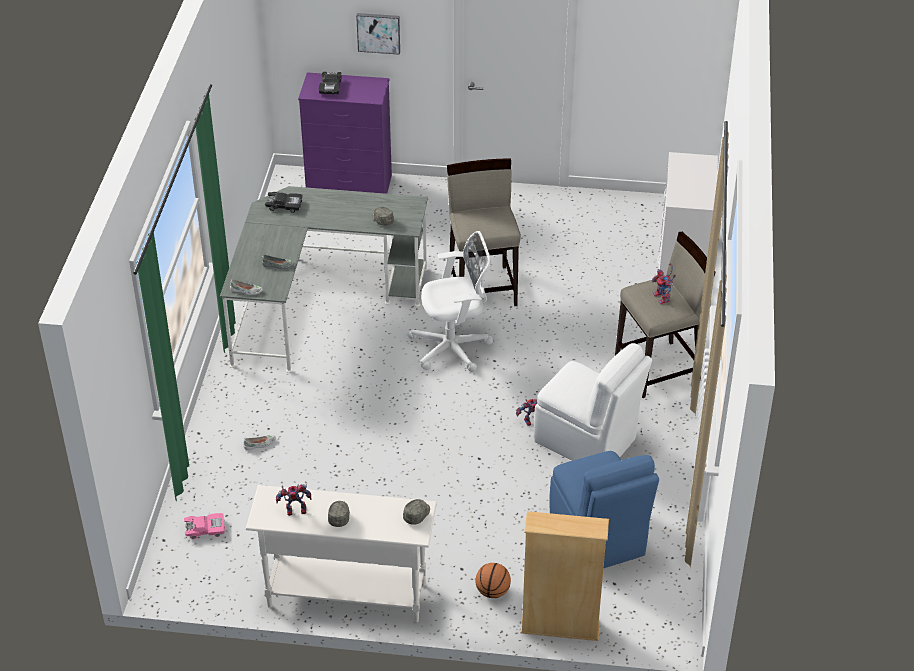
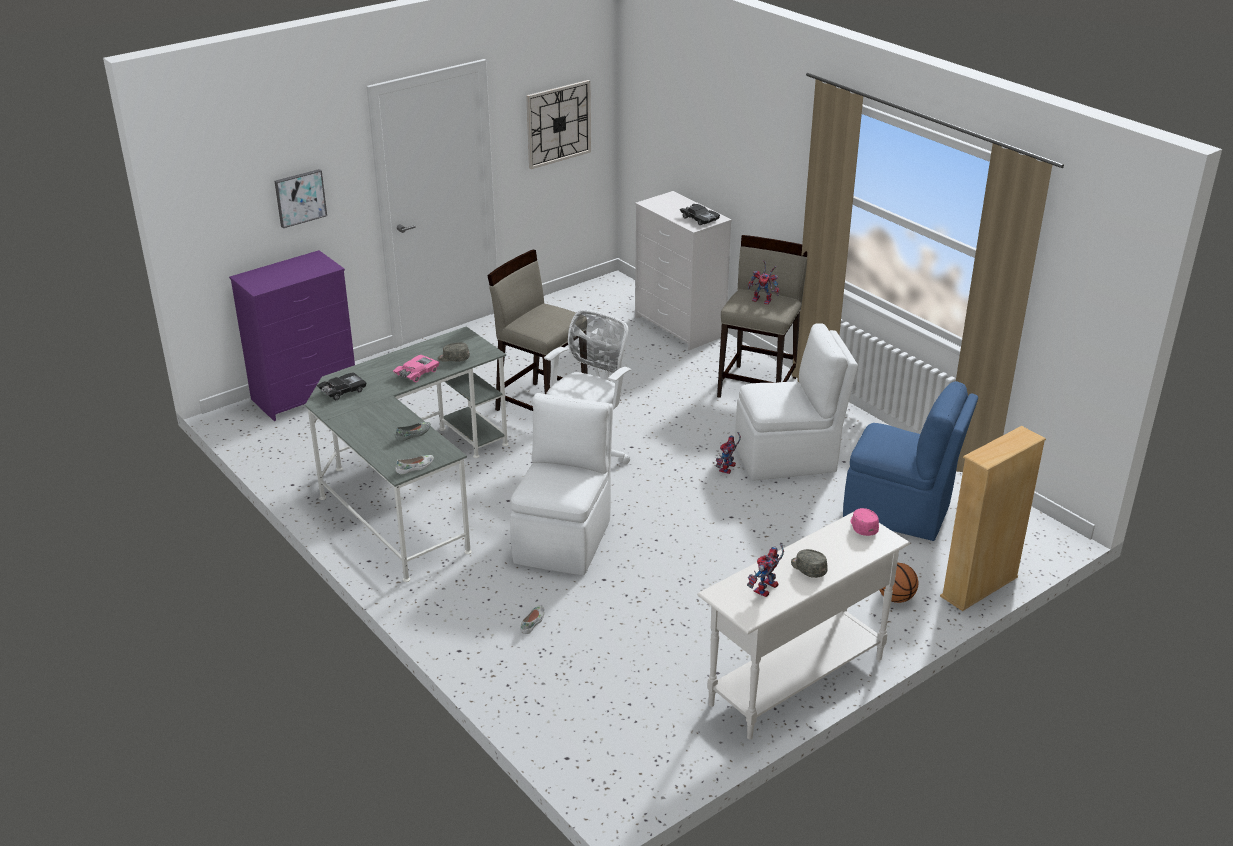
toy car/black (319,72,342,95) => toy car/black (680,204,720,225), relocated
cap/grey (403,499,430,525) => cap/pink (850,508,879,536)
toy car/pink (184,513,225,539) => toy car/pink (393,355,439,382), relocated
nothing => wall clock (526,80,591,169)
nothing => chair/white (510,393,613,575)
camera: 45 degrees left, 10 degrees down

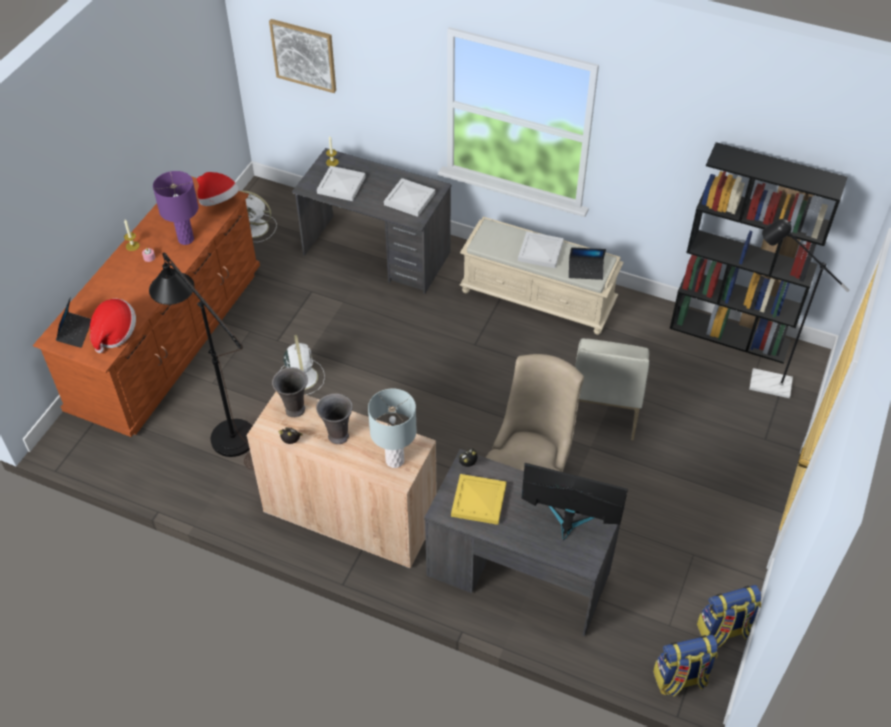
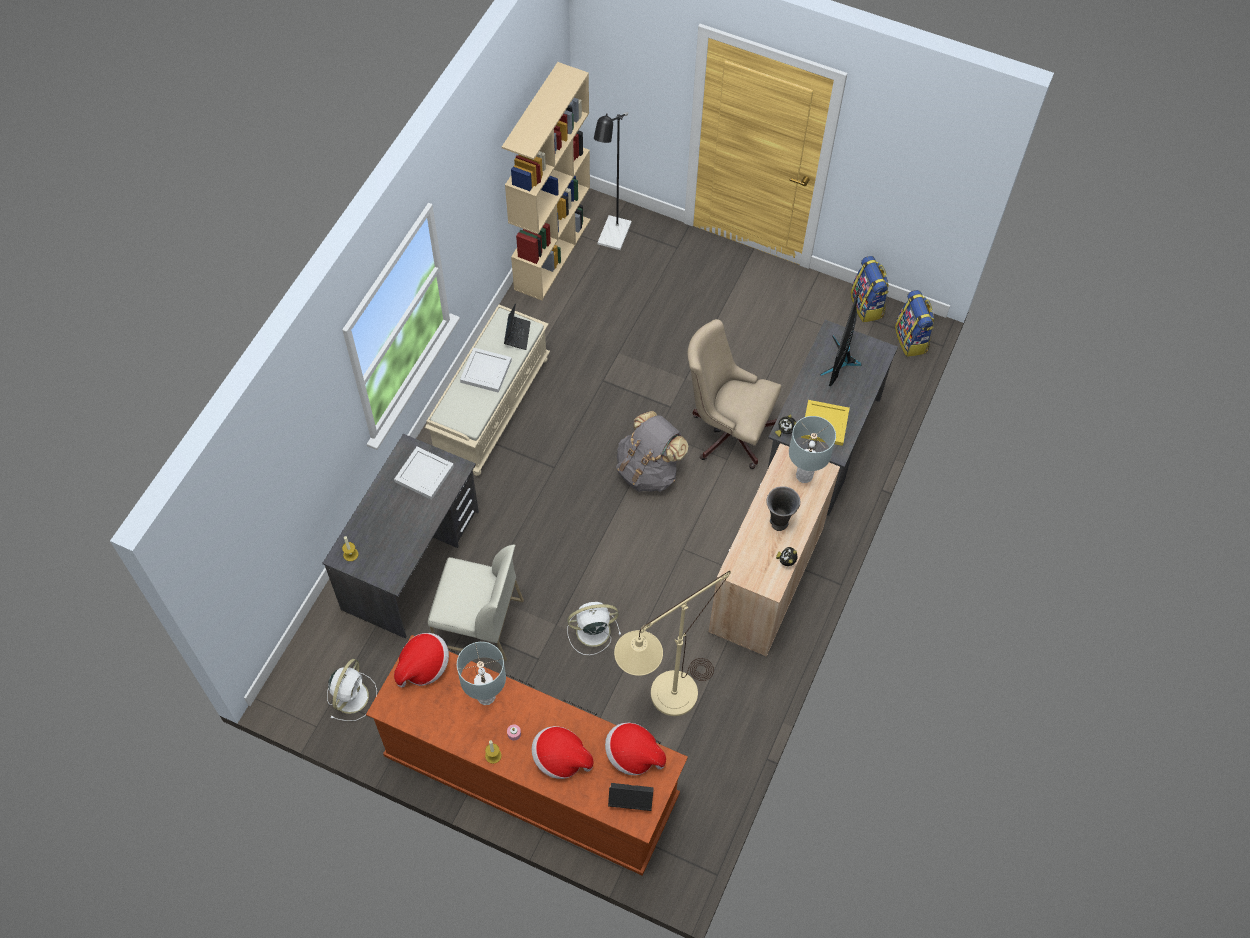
picture (269,19,336,93) => nothing
bookcase/black (670,142,847,363) => bookcase/beige (502,62,590,300)
tray/white (317,166,366,201) => nothing
table lamp/purple (153,171,198,245) => table lamp/grey (457,642,506,705)
floor lamp/black (149,252,254,470) => floor lamp/beige (614,571,731,716)
chair/white (575,338,649,441) => chair/white (428,545,524,661), relocated
vase/grey (272,367,308,417) => nothing
nothing => backpack/grey (616,411,688,492)
nothing => hat (532,726,593,779)
camera: 90 degrees left, 10 degrees up

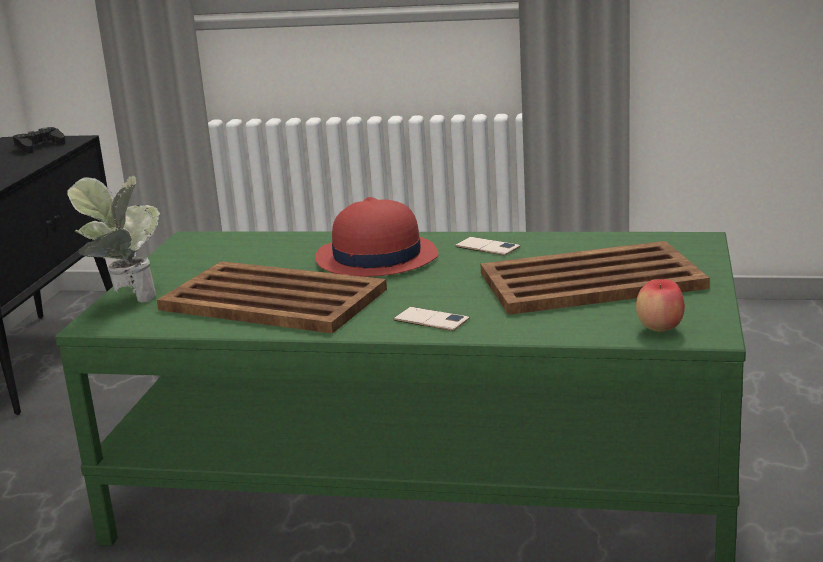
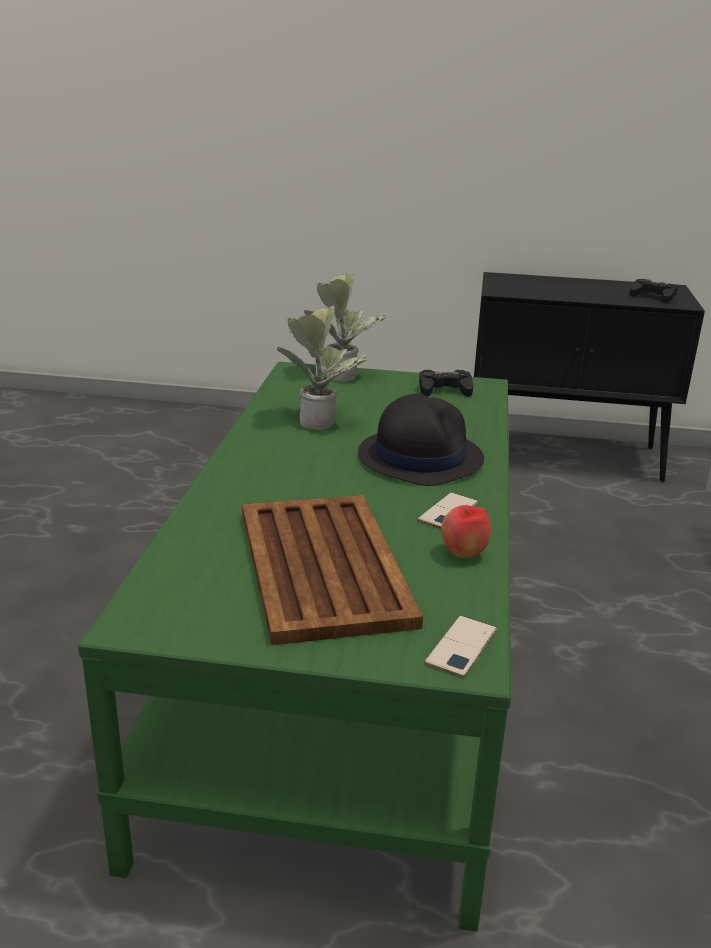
hat/red (316,197,438,277) => hat/black (358,393,484,486)
tray/brown (157,261,387,334) => potted plant (277,306,367,430)
apple (636,279,685,332) => apple (441,505,491,558), relocated
phone (393,307,470,331) => phone (425,616,497,677), relocated
nothing => game controller/black (419,370,473,397)
camera: 85 degrees right, 5 degrees up

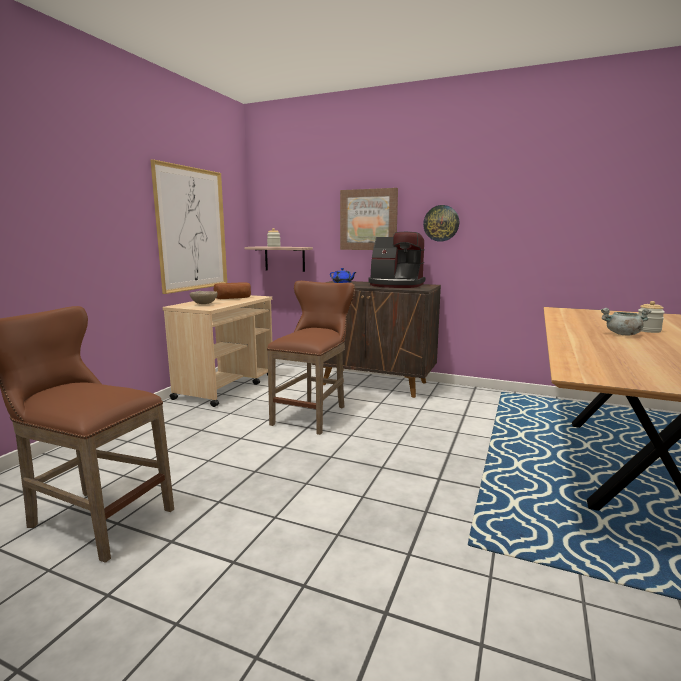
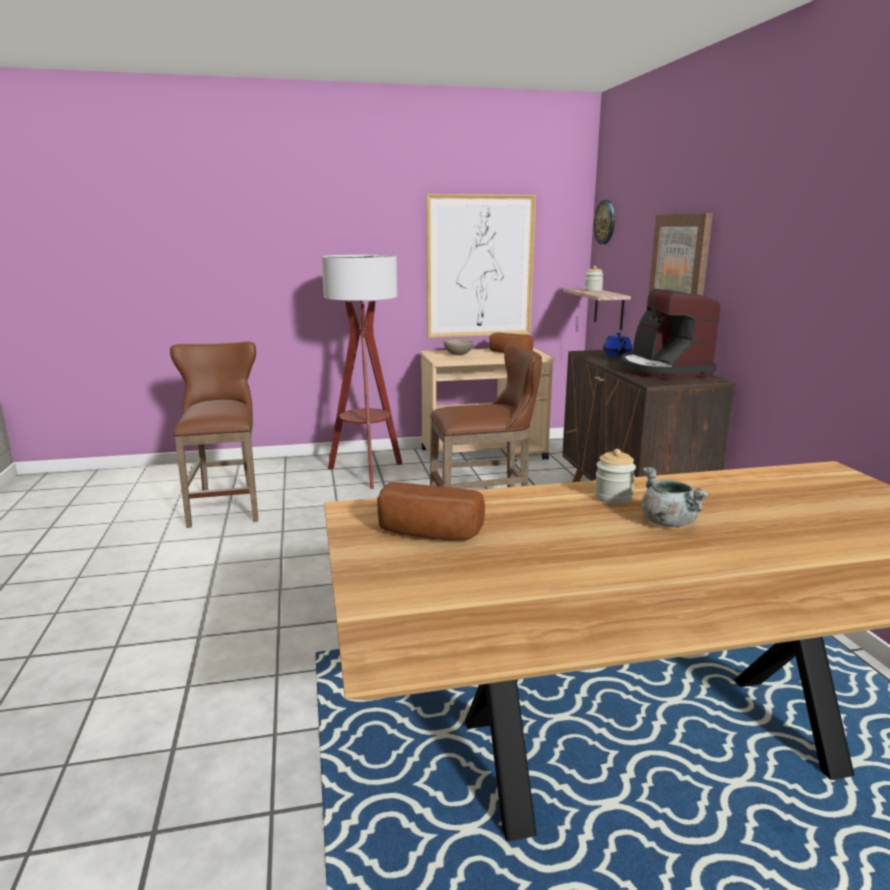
wall clock (423,205,459,242) => wall clock (594,200,615,244), relocated
jar (638,301,665,333) => jar (594,449,636,504), relocated
nothing => floor lamp (322,255,402,489)
nothing => bread (377,482,485,540)
camera: 55 degrees right, 5 degrees up

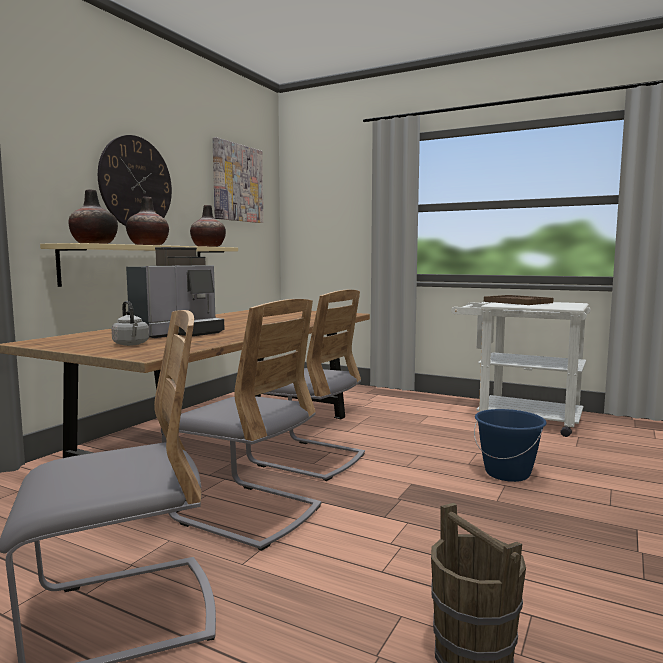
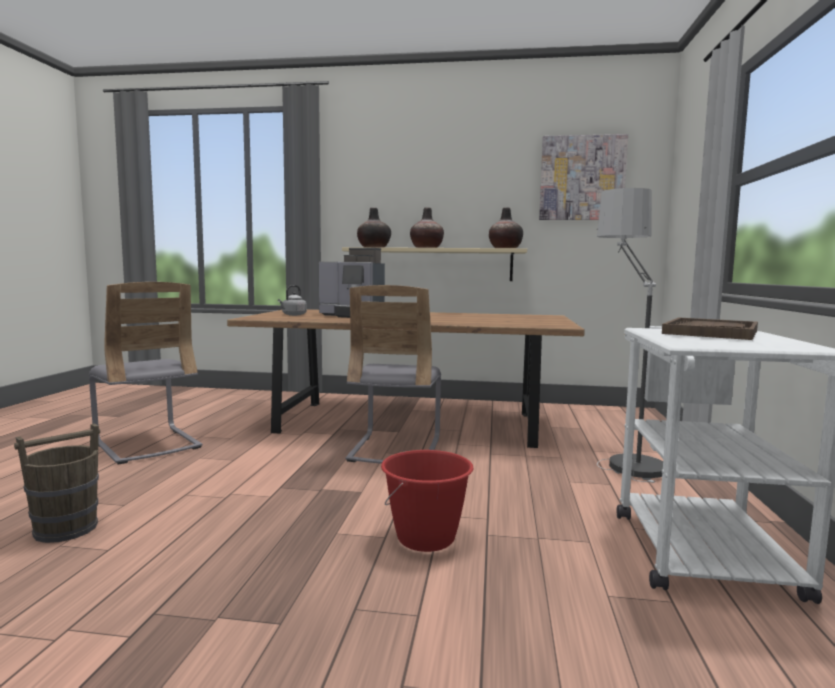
wall clock (98,135,172,226) => nothing
chair/grey (161,299,321,551) => nothing
bucket/blue (474,409,547,482) => bucket/red (381,450,474,552)
nothing => floor lamp (597,188,663,483)
camera: 70 degrees right, 0 degrees up

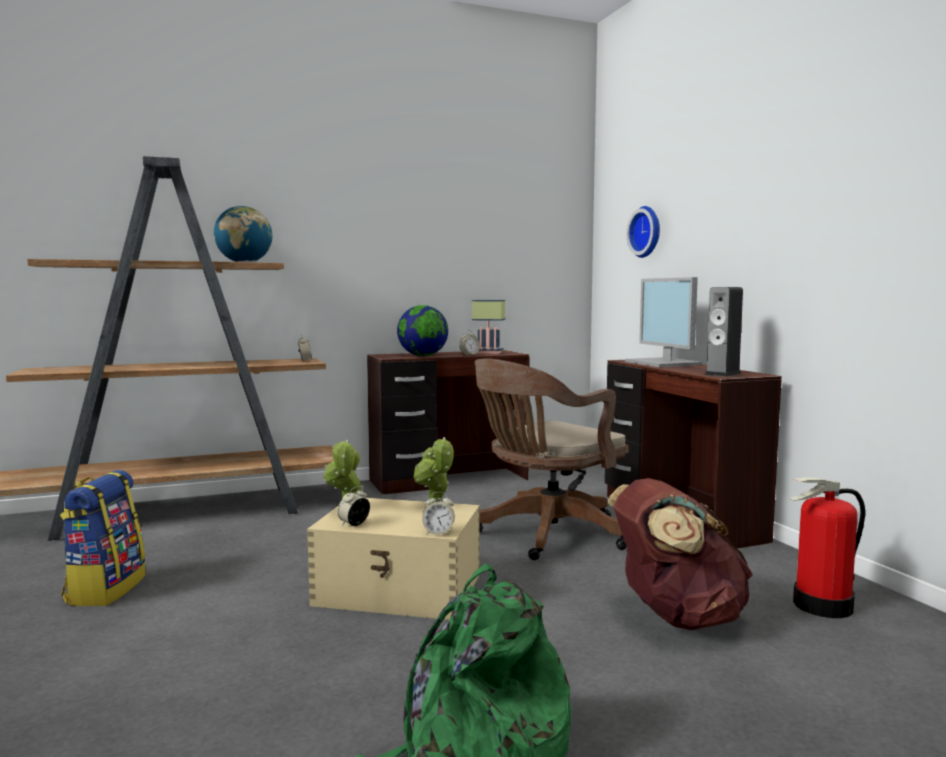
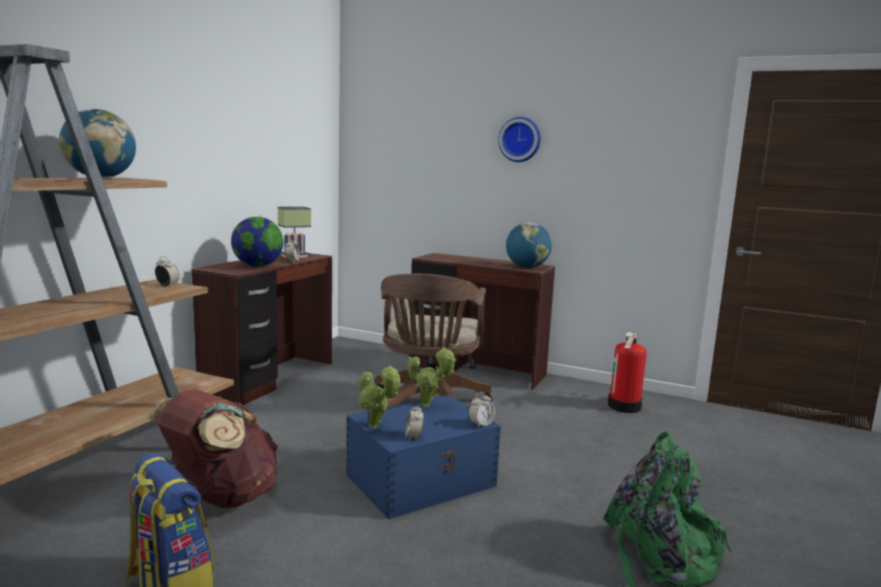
wall clock (627,206,660,258) => wall clock (498,117,541,162), relocated
monitor (625,277,702,367) => nothing
speaker (704,287,743,377) => globe (506,222,552,268)
backpack/brown (607,478,753,630) => backpack/brown (148,389,278,508), relocated
storage box/beige (307,498,480,620) => storage box/blue (346,395,501,519)
camera: 45 degrees left, 5 degrees up

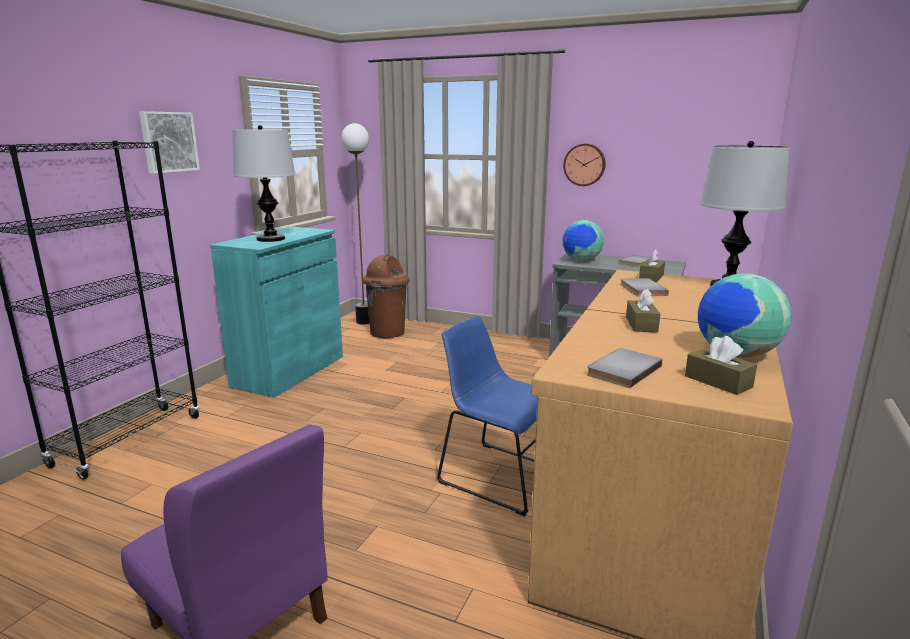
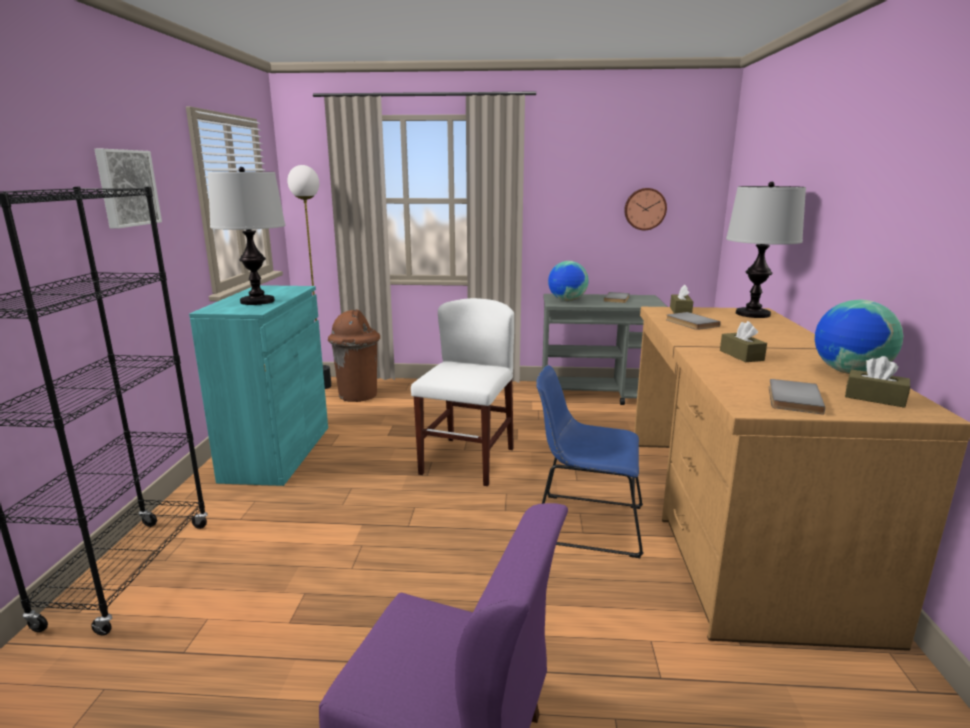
wall clock (563,144,606,186) => wall clock (624,188,667,230), relocated
nothing => chair/white (411,298,514,486)
camera: 20 degrees left, 0 degrees up

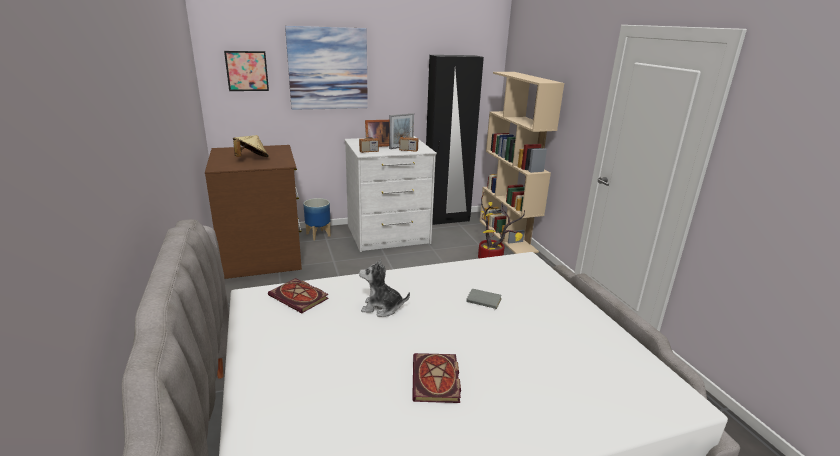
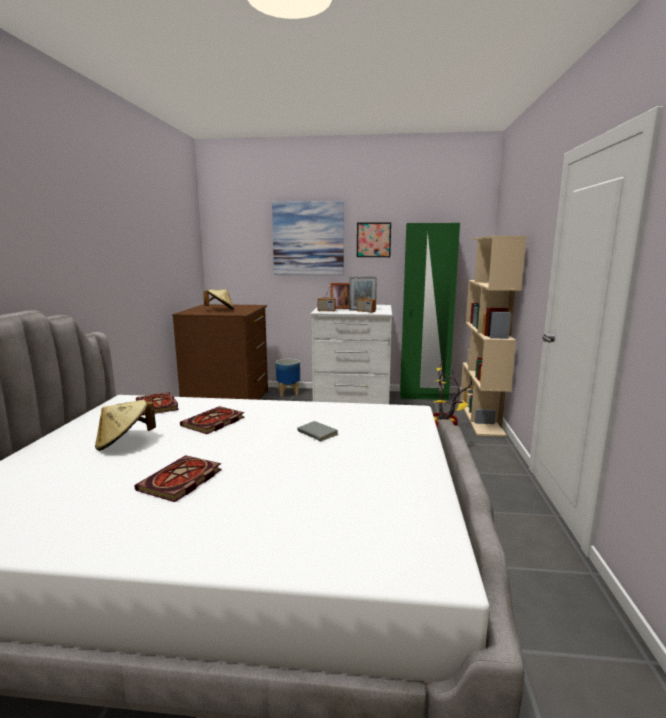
picture (224,51,269,91) => picture (357,222,391,257), relocated
wardrobe/black (426,55,484,225) => wardrobe/green (400,223,460,400)
plush toy (359,259,410,317) => book (180,406,245,434)
nothing => hat/beige (95,400,156,451)
camera: 25 degrees right, 10 degrees down

